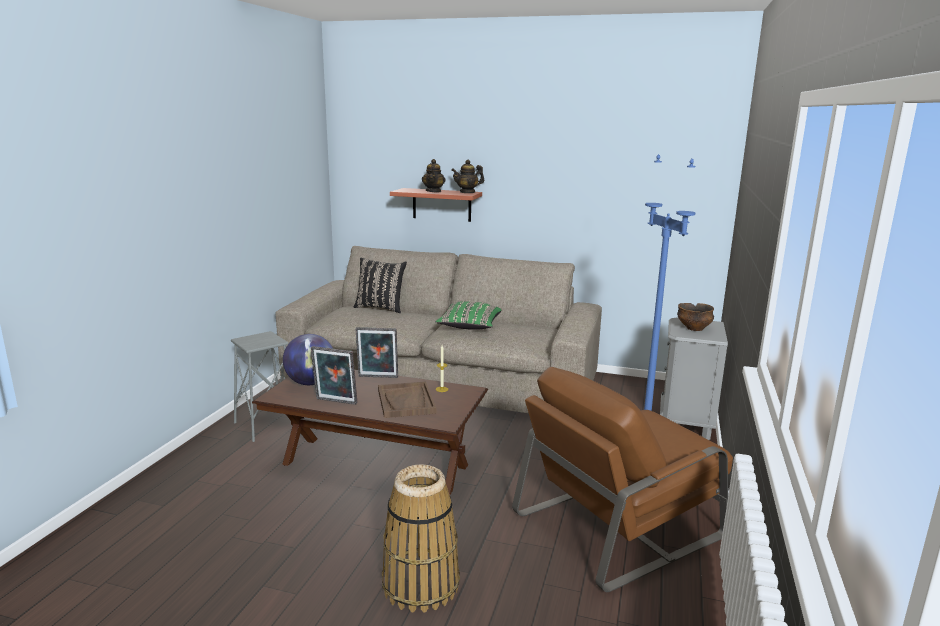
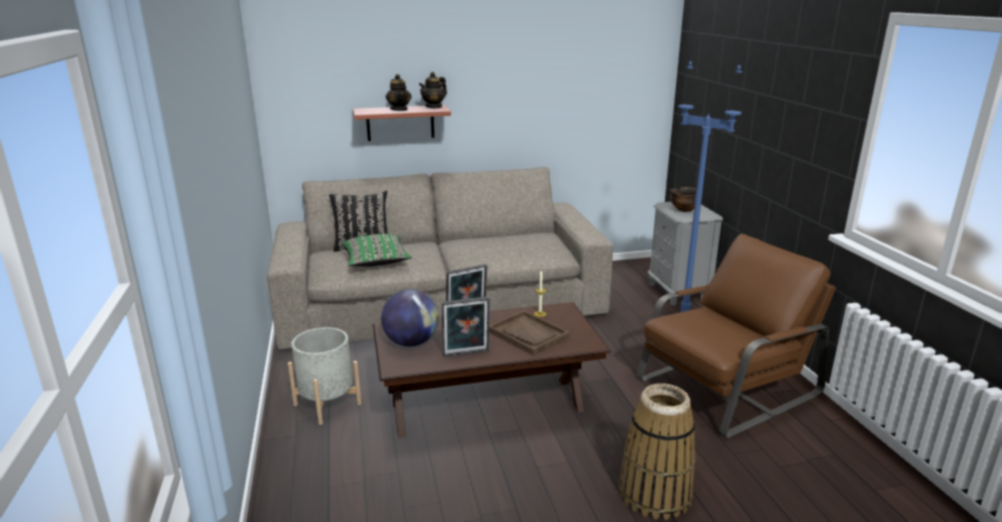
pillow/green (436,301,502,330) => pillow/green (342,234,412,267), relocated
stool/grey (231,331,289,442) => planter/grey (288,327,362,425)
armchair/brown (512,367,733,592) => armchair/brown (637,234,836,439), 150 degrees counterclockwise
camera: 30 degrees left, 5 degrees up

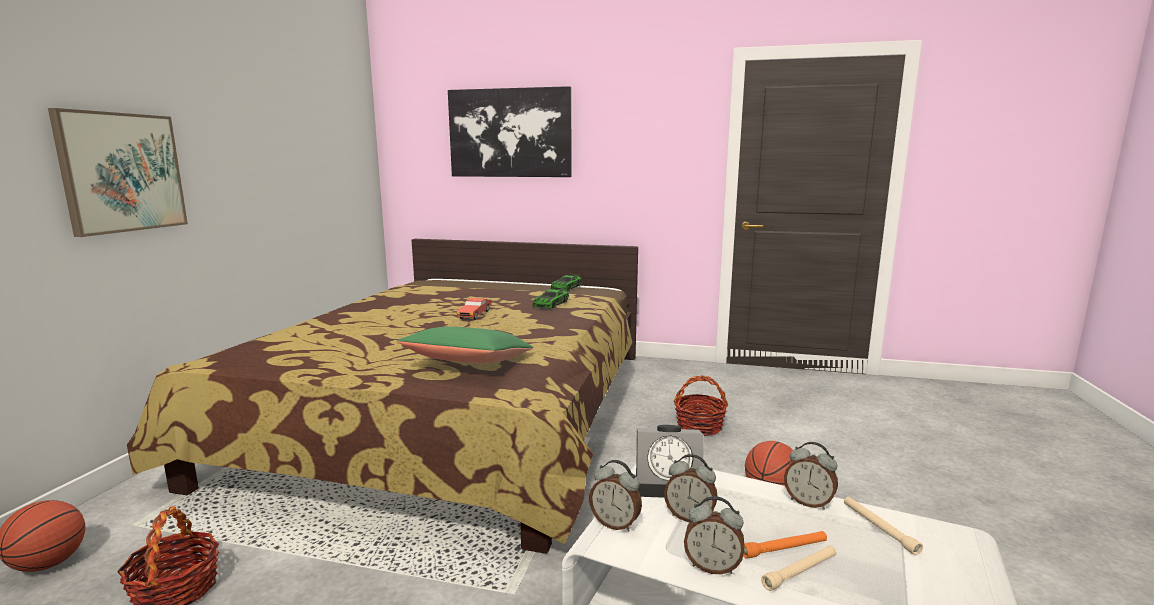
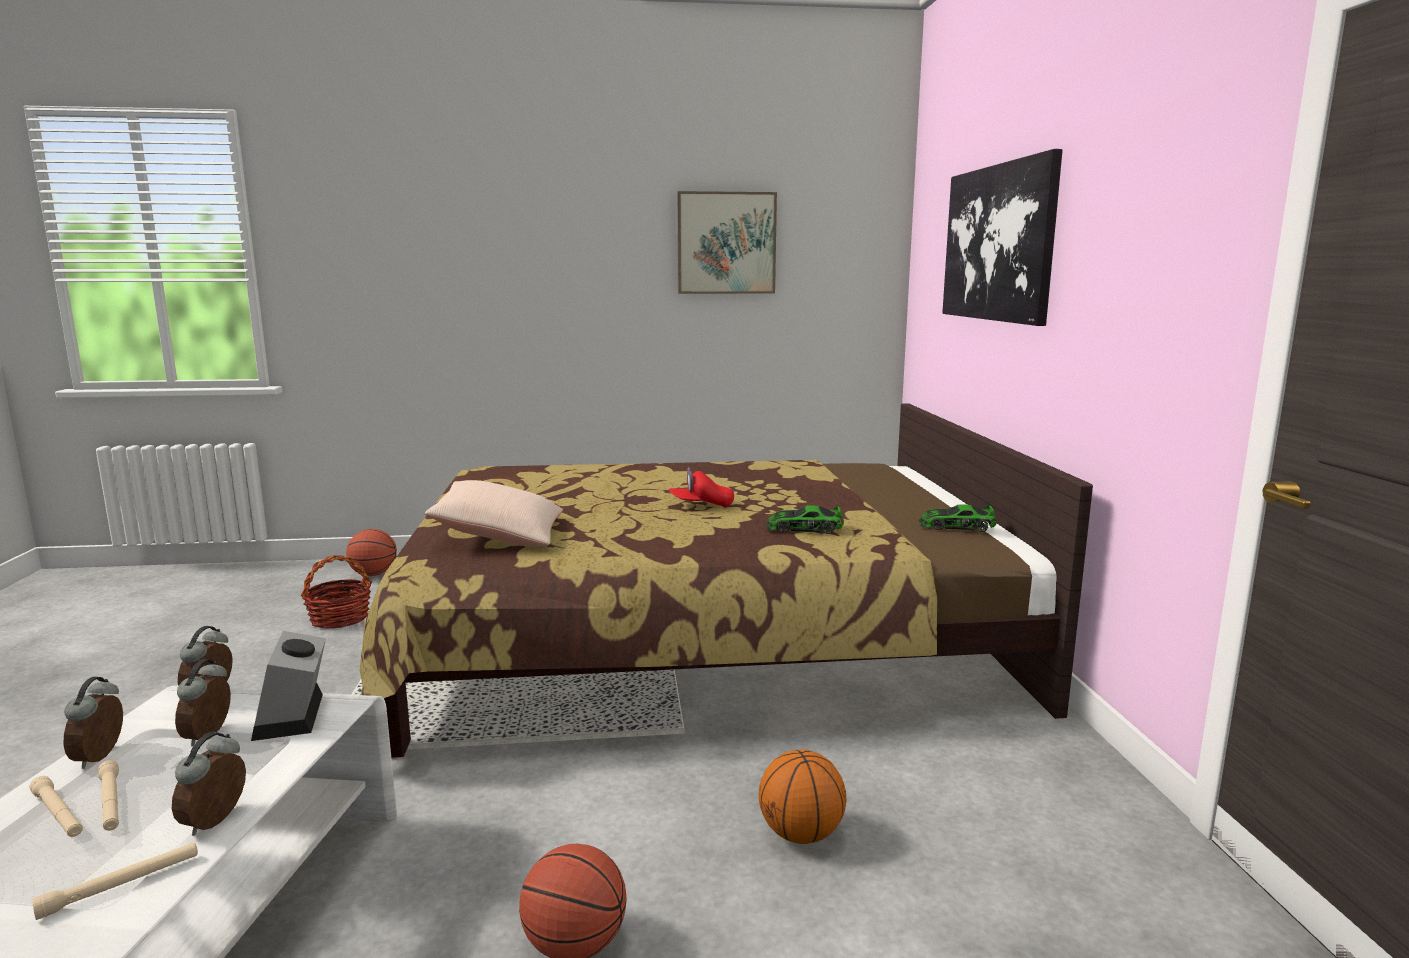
picture (48,108,188,237) => picture (677,191,777,294), relocated
toy car/red (457,298,492,320) => cap/red (669,467,734,507)
pillow/green (397,327,533,363) => pillow/beige (425,480,563,546)
basket (673,375,728,436) => basketball (759,749,846,844)
flashlight/orange (743,531,827,559) => flashlight/beige (98,760,119,831)
camera: 70 degrees right, 0 degrees up

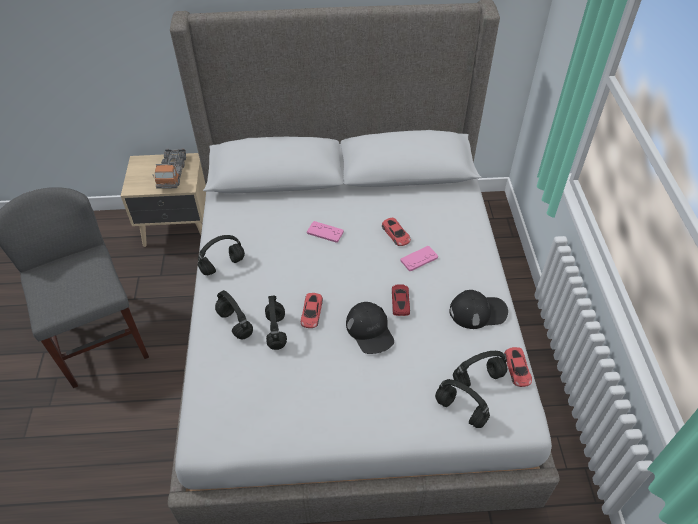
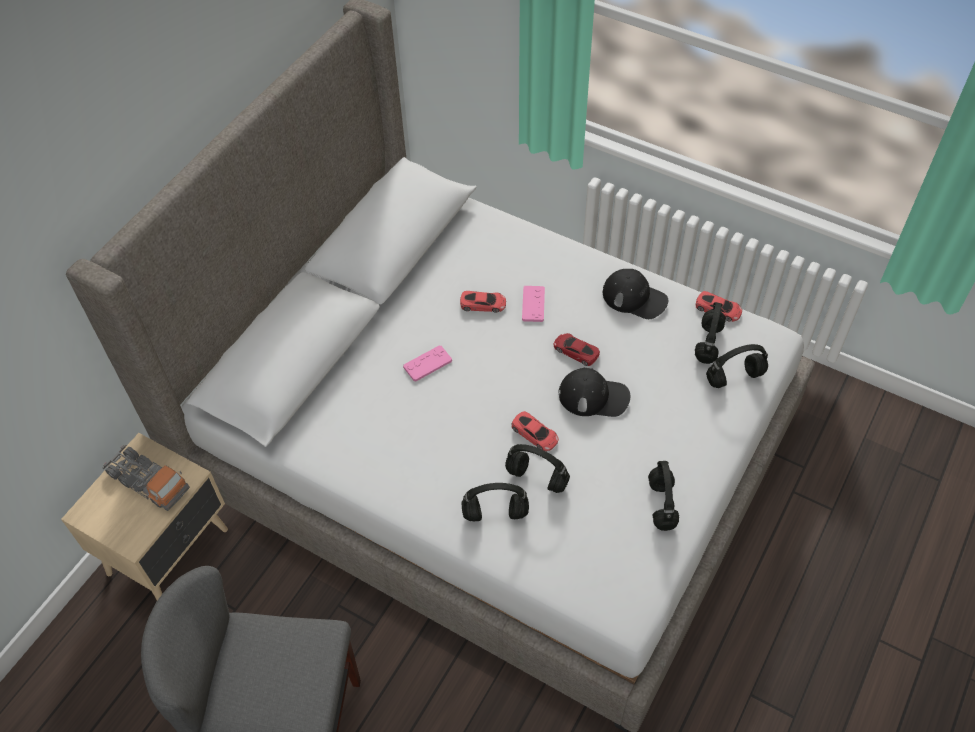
headphones/black (198,235,245,275) => headphones/black (648,461,679,531), relocated
cap/black (449,290,508,329) => cap/black (603,269,668,319), 90 degrees clockwise
camera: 55 degrees left, 5 degrees up

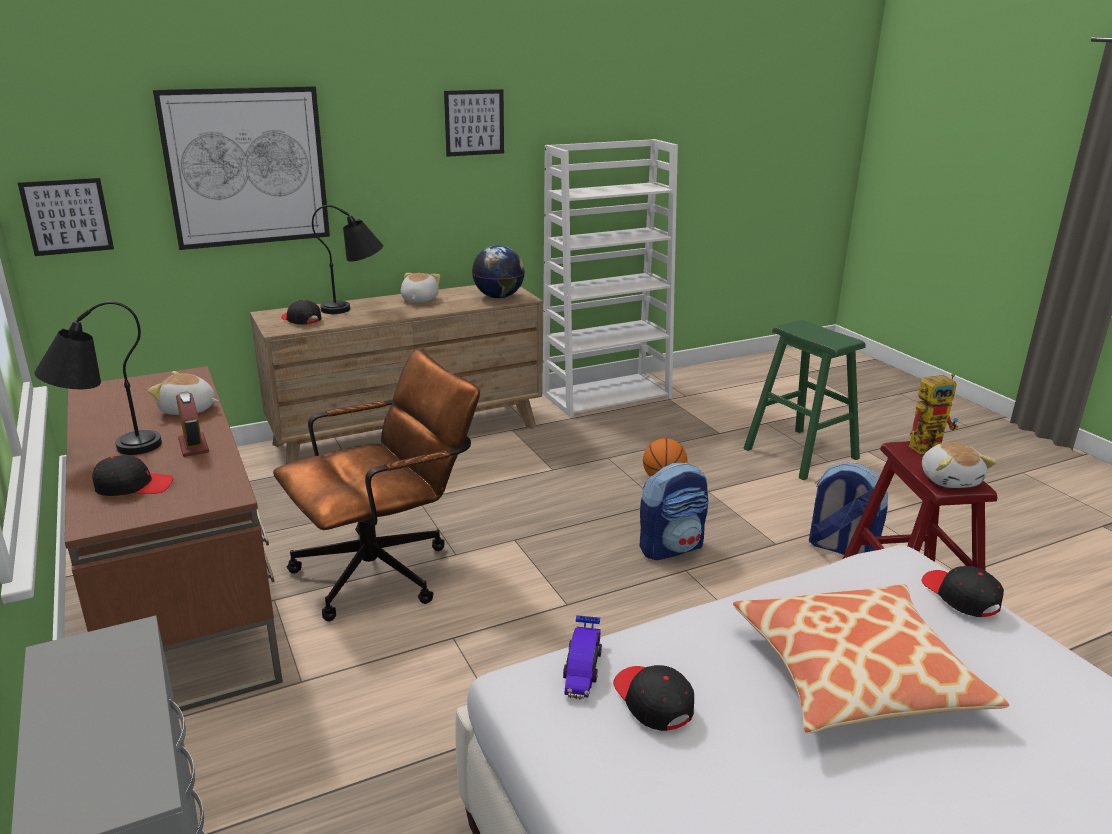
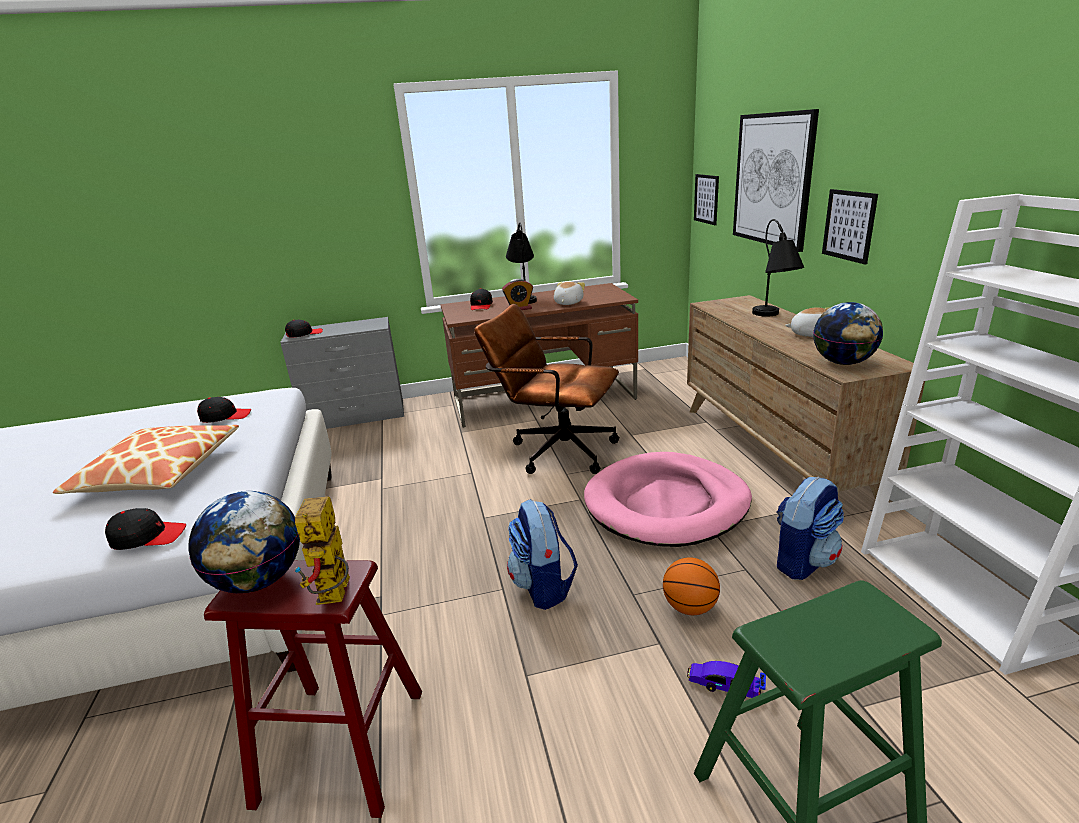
picture (444,89,504,157) => picture (822,189,878,264), relocated
cap/black (281,300,321,325) => cap/black (285,320,323,338), relocated
office chair/brown (273,349,480,621) => office chair/brown (474,304,619,474), 135 degrees clockwise
plush toy (922,443,997,488) => globe (188,491,300,593)
backpack (809,462,888,555) => backpack (776,477,844,580), relocated
toy car (563,615,602,699) => toy car (687,661,766,698), relocated
nothing => dog bed/pink (584,452,752,547)
camera: 105 degrees right, 0 degrees up

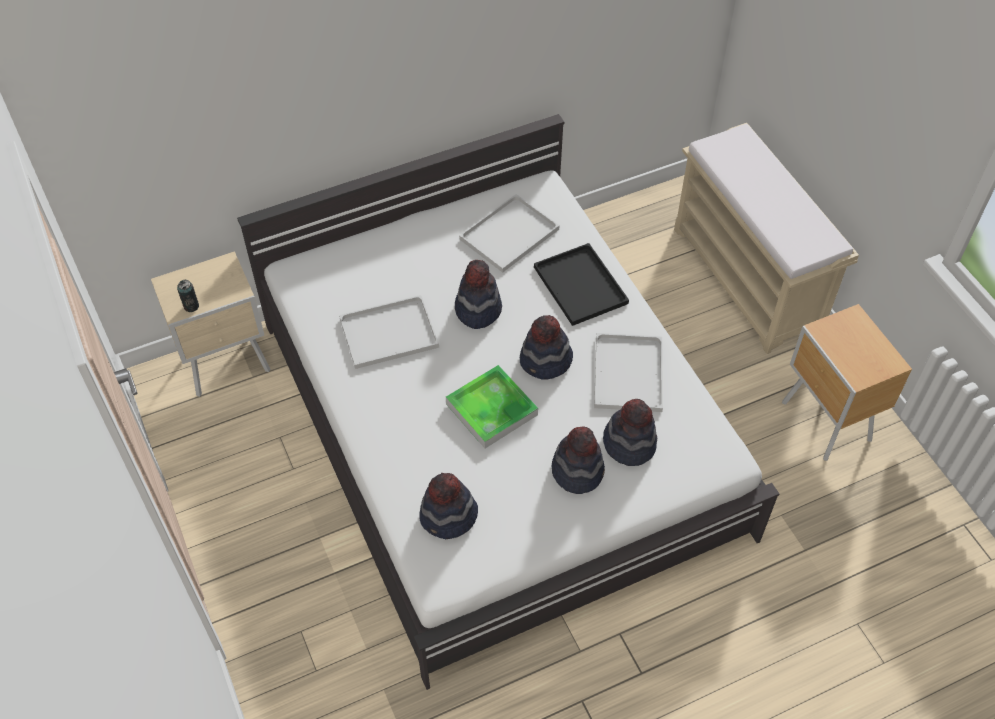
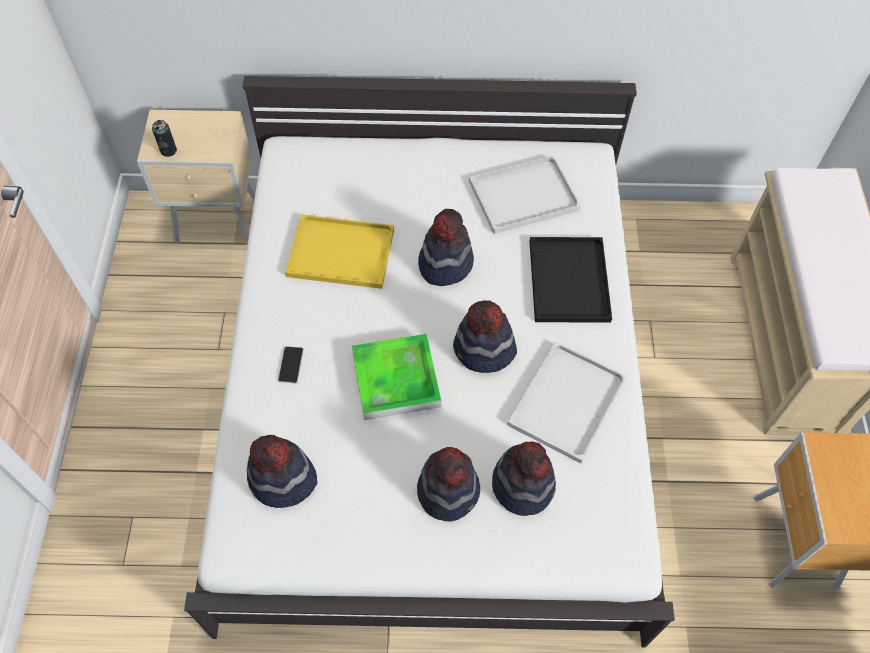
tray/white (339,295,439,369) => tray/yellow (285,214,394,289)
nothing => phone (278,347,304,383)
camera: 25 degrees right, 5 degrees up

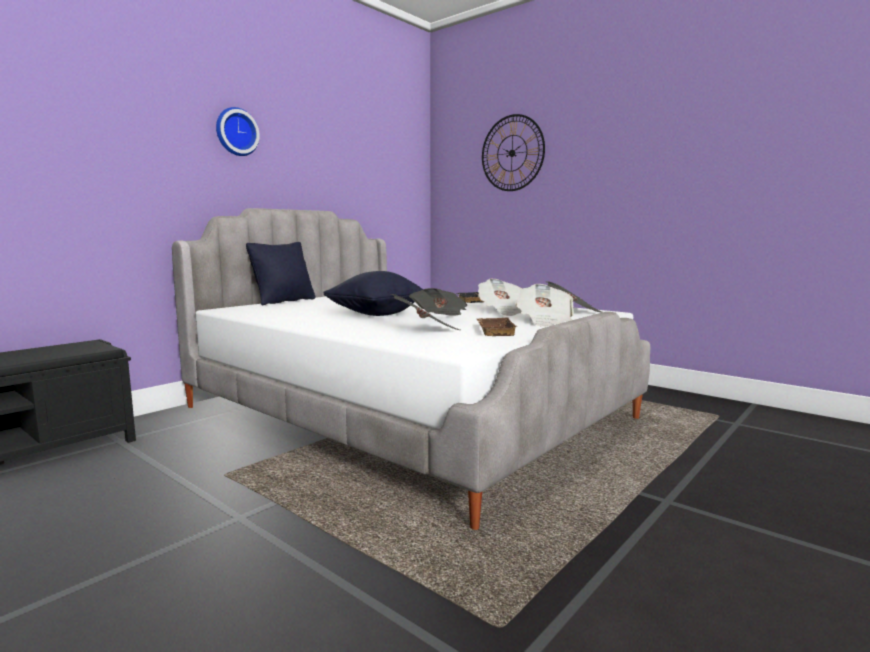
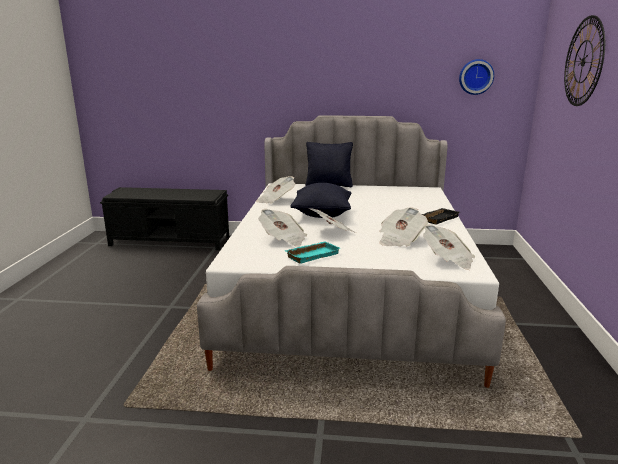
wall clock (216,107,260,156) => wall clock (459,59,494,95), relocated
newspaper (515,284,574,327) => newspaper (256,176,295,204), relocated
tray/brown (477,318,517,336) => tray/turquoise (284,241,340,264)
camera: 55 degrees right, 10 degrees up

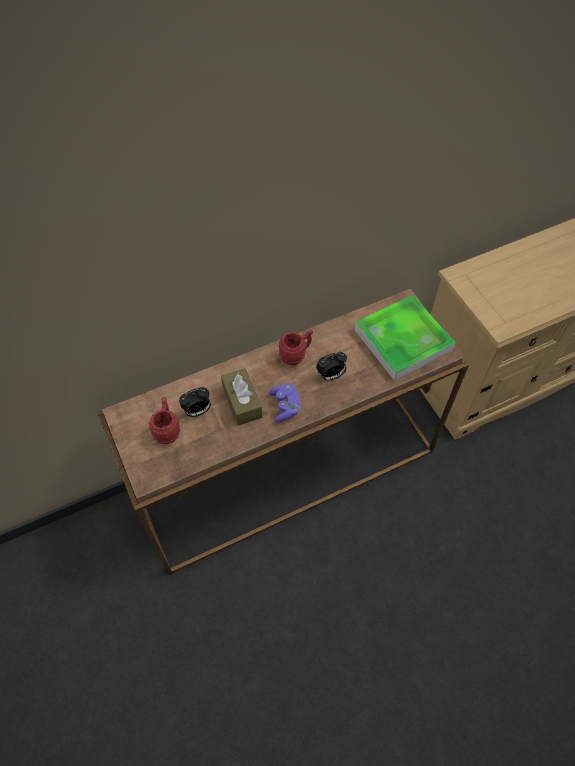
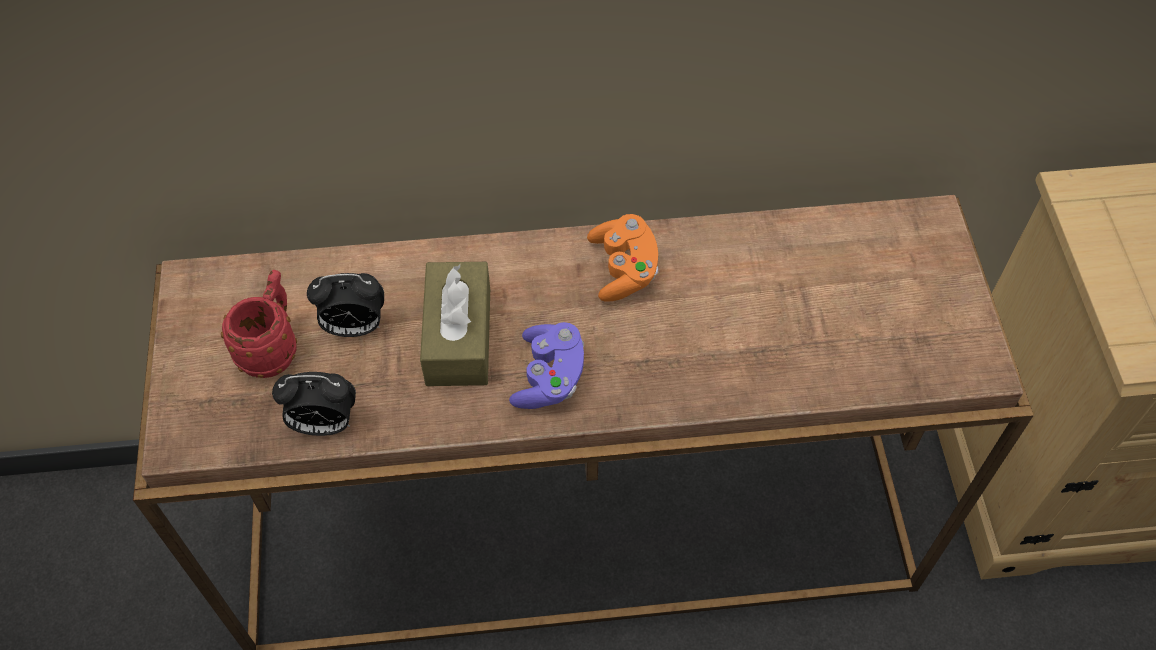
tray (355,295,455,380) => nothing
mug/red (279,329,313,365) => game controller/orange (587,214,658,302)
alarm clock (316,352,347,381) => alarm clock (272,372,356,436), relocated
camera: 20 degrees right, 0 degrees up

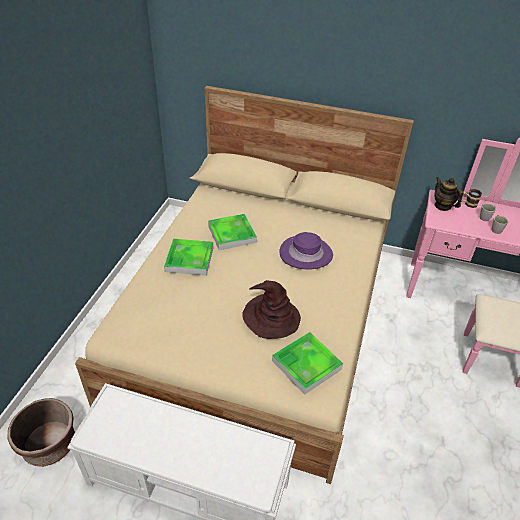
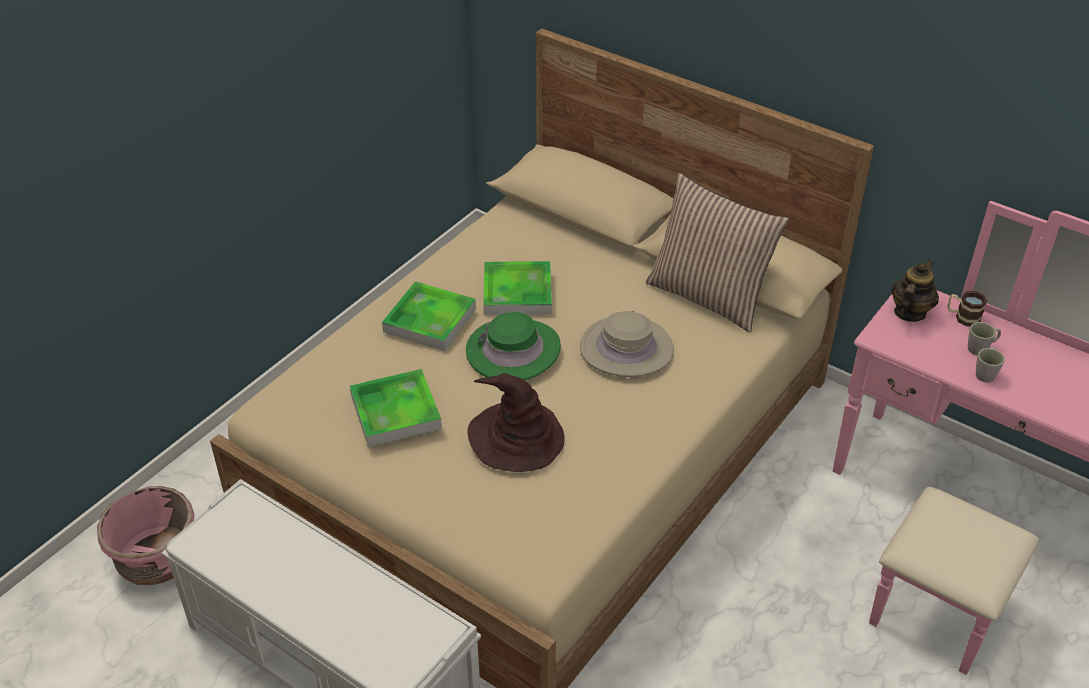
teapot (434,177,464,211) => teapot (891,260,939,322), 45 degrees clockwise
hat/purple (279,232,333,270) => hat/beige (580,311,674,377)
tray (272,332,343,395) => tray (350,369,442,447), relocated
planter/brown (7,398,75,467) => planter/pink (97,486,195,585)
nothing => pillow (646,173,789,333)
nothing => hat/green (466,312,561,380)
camera: 20 degrees right, 0 degrees up

